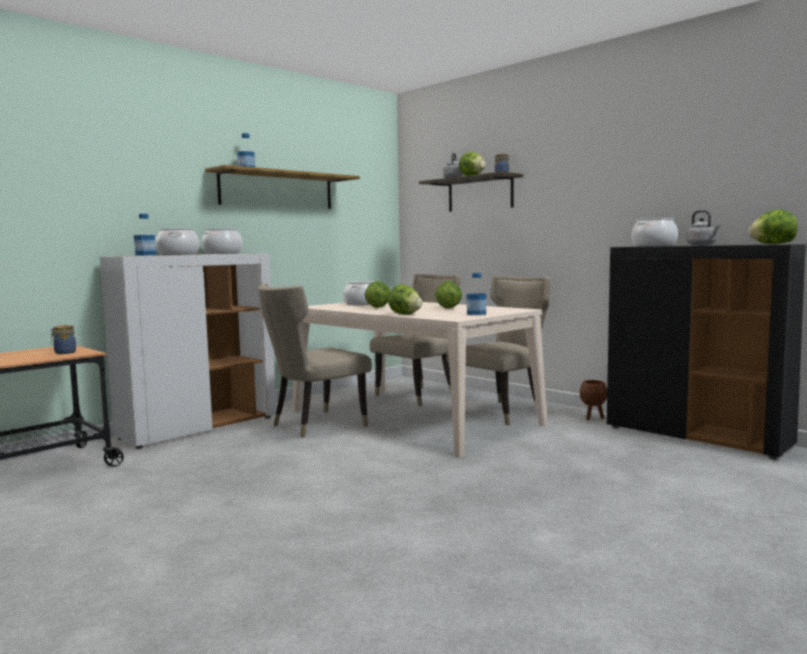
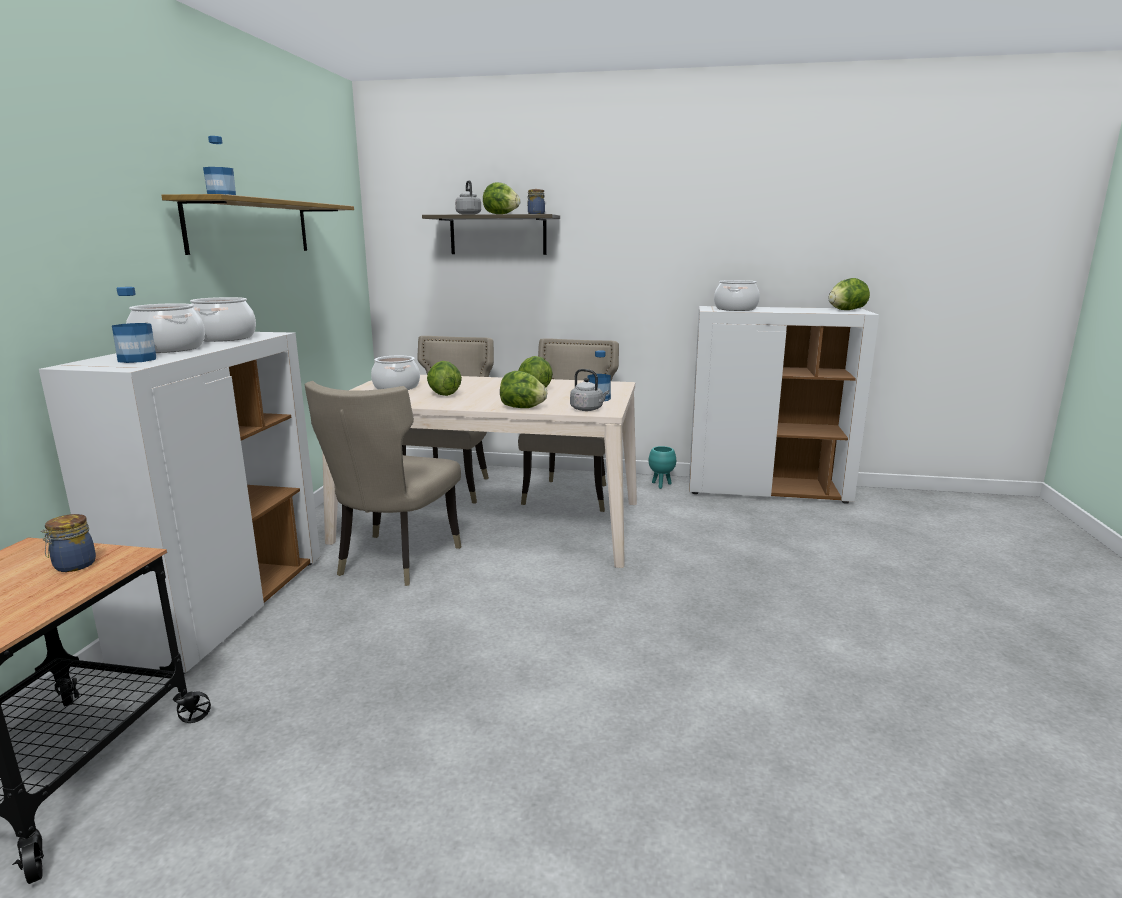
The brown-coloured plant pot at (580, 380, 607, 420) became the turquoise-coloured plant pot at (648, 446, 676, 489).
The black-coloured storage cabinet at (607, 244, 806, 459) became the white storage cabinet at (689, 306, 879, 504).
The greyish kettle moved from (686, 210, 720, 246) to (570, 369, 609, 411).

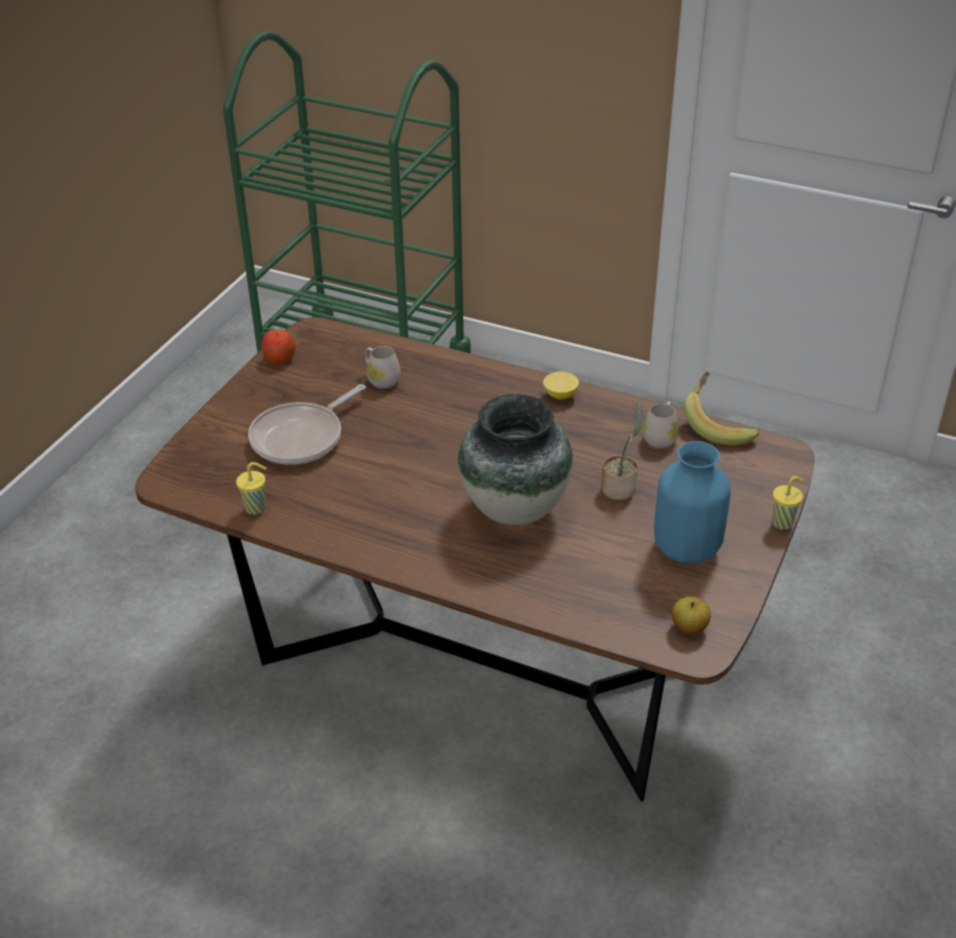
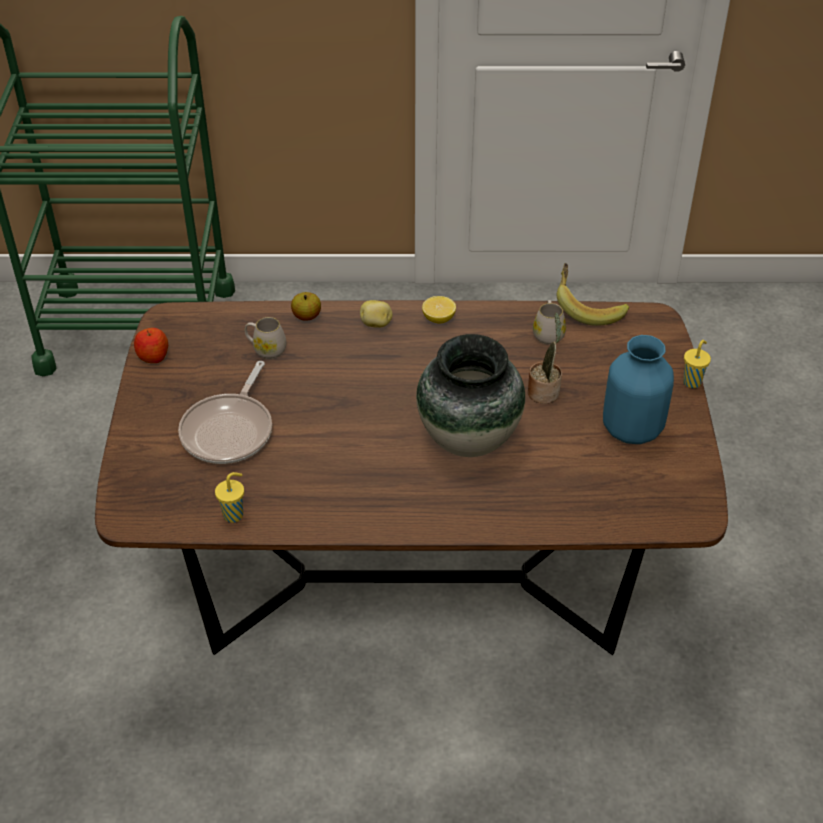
The apple fruit moved from (672, 597, 711, 634) to (291, 292, 321, 321).
The potato at (360, 300, 393, 328) appeared.

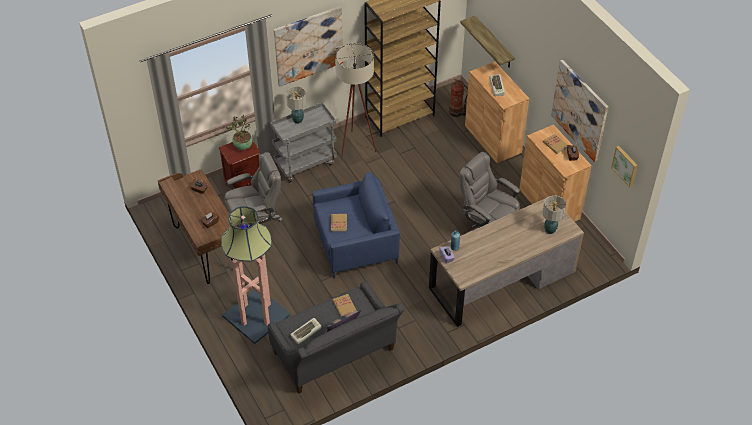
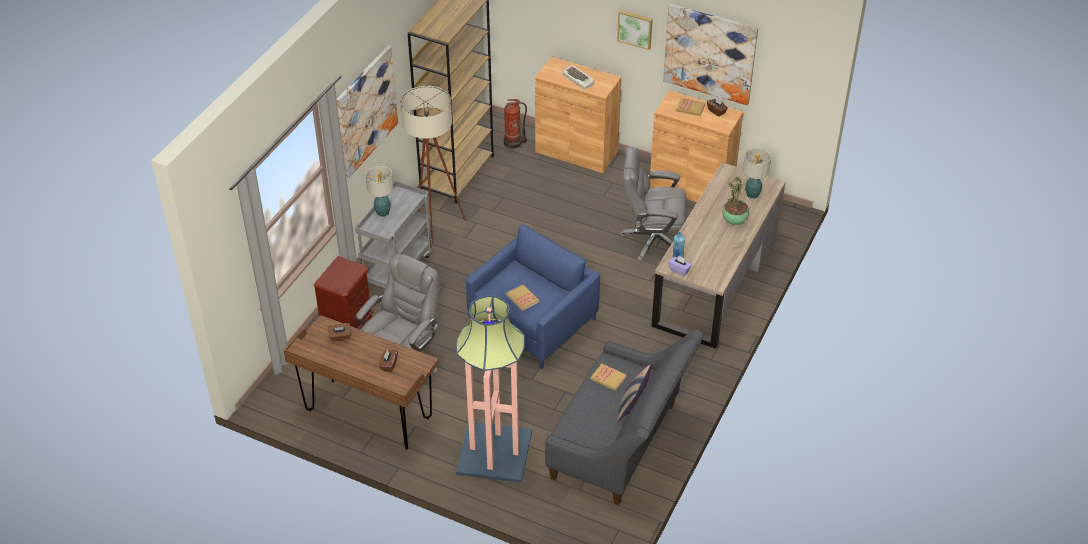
The houseplant moved from (226, 115, 252, 150) to (722, 176, 749, 225).
The PC keyboard at (290, 318, 322, 344) disappeared.
The wall shelf at (460, 16, 515, 68) disappeared.
The picture moved from (611, 146, 638, 187) to (617, 10, 652, 50).

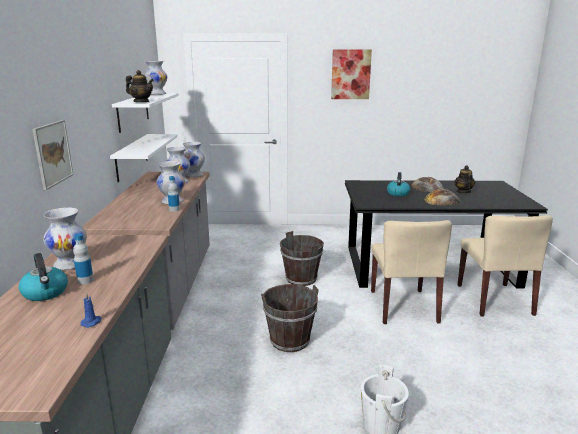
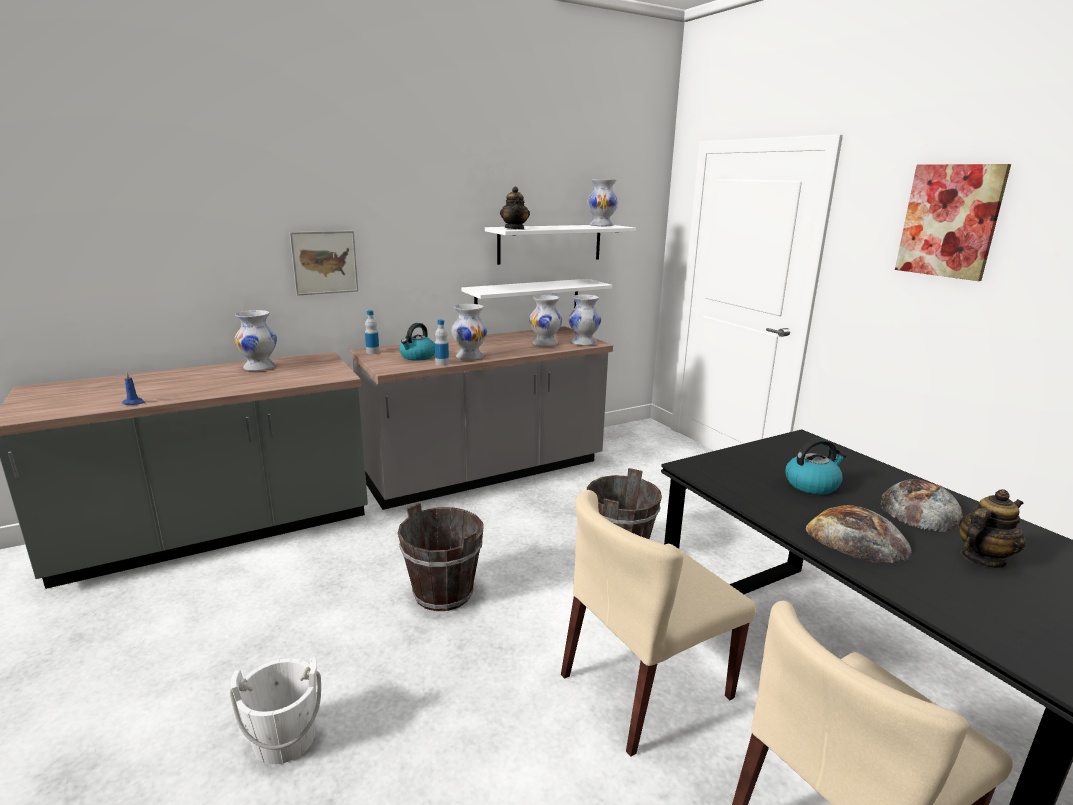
The kettle moved from (19, 253, 68, 301) to (399, 323, 435, 361).
The beverage bottle moved from (73, 234, 94, 285) to (365, 310, 379, 354).

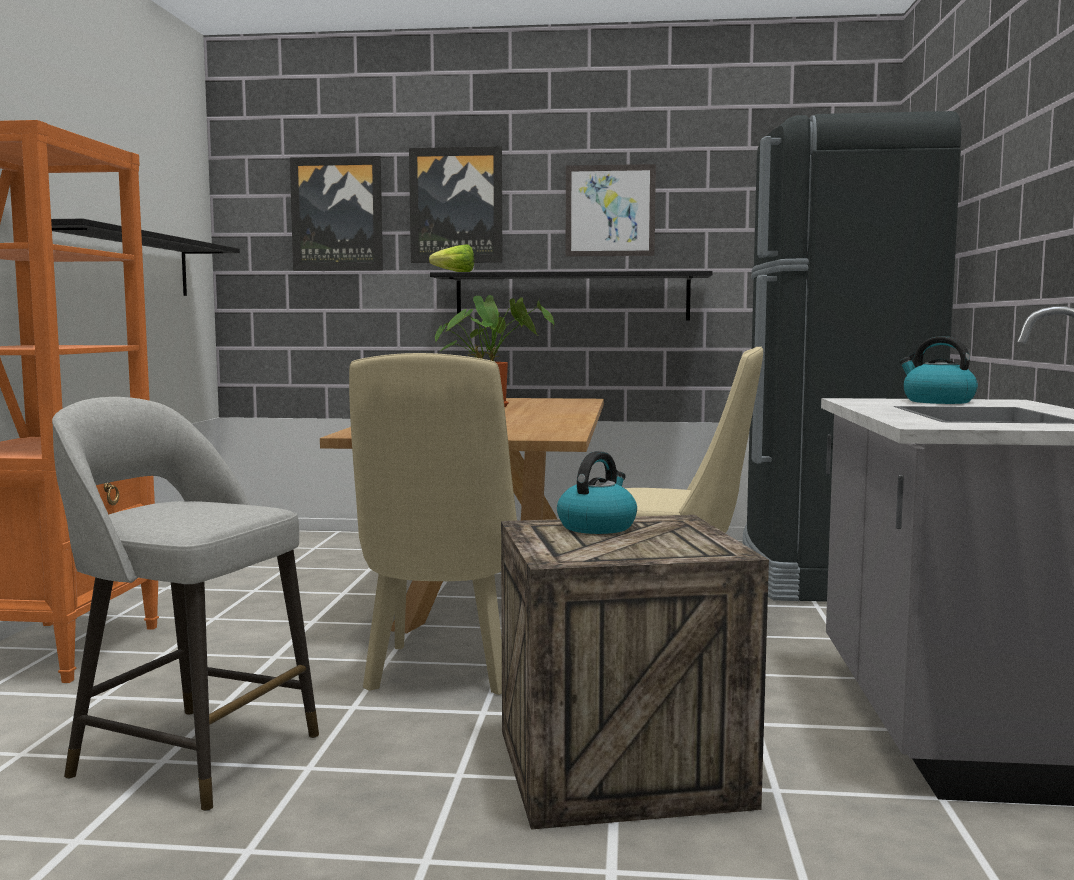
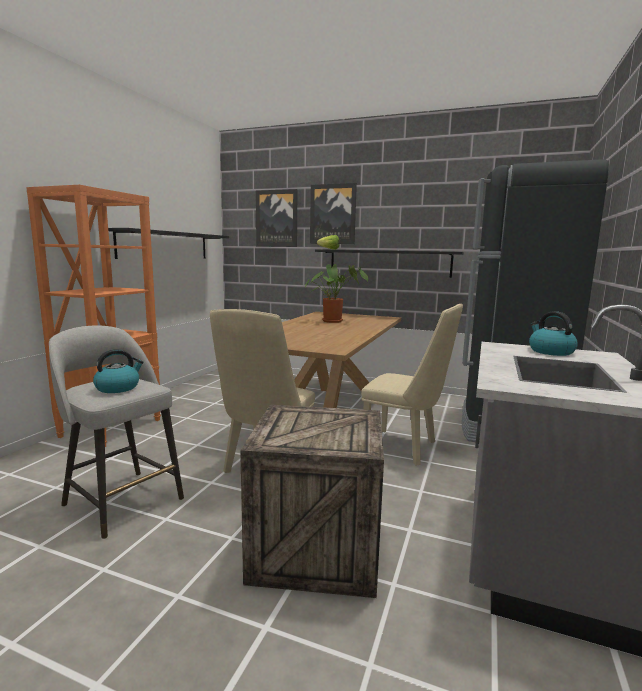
The kettle moved from (557, 451, 637, 534) to (93, 349, 144, 393).
The picture at (566, 164, 656, 256) disappeared.

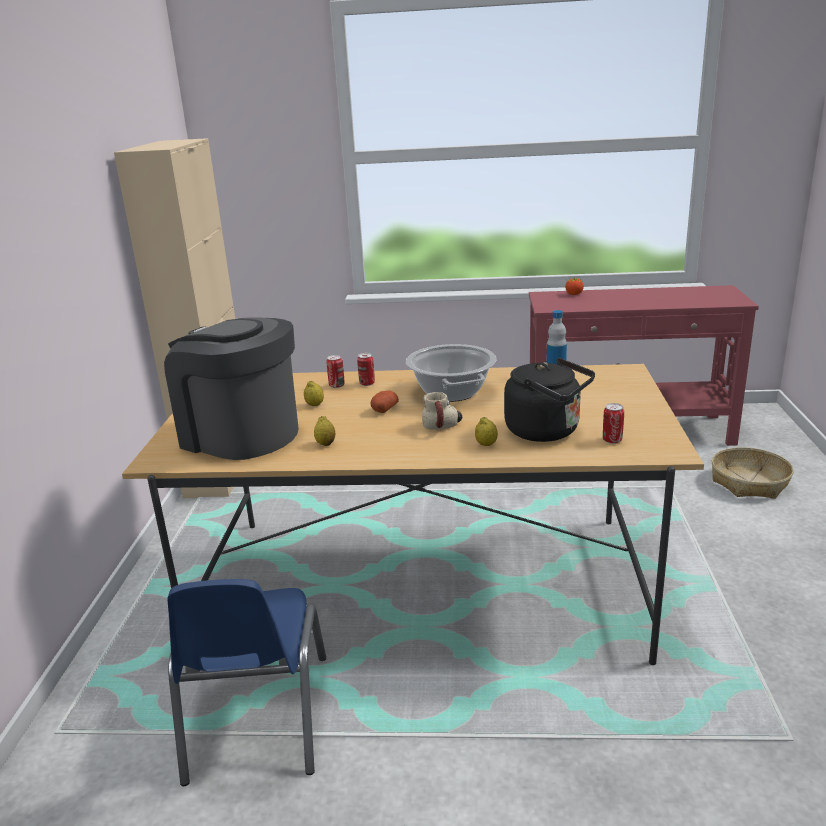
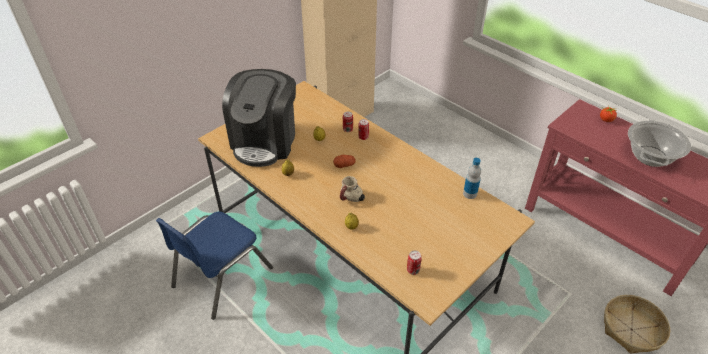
The coffee brewer at (164, 317, 299, 460) turned 150 degrees counterclockwise.
The cooking pot moved from (406, 344, 497, 402) to (628, 120, 691, 167).
The black-coloured kettle at (504, 358, 595, 442) disappeared.

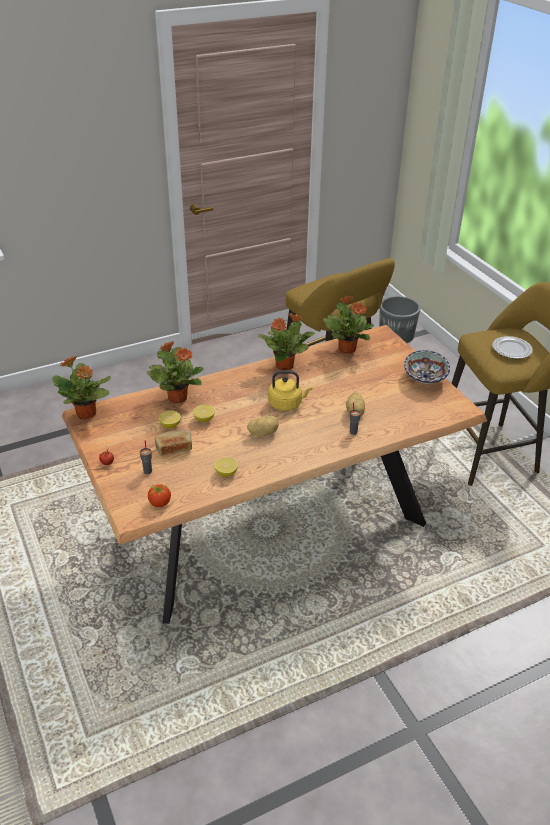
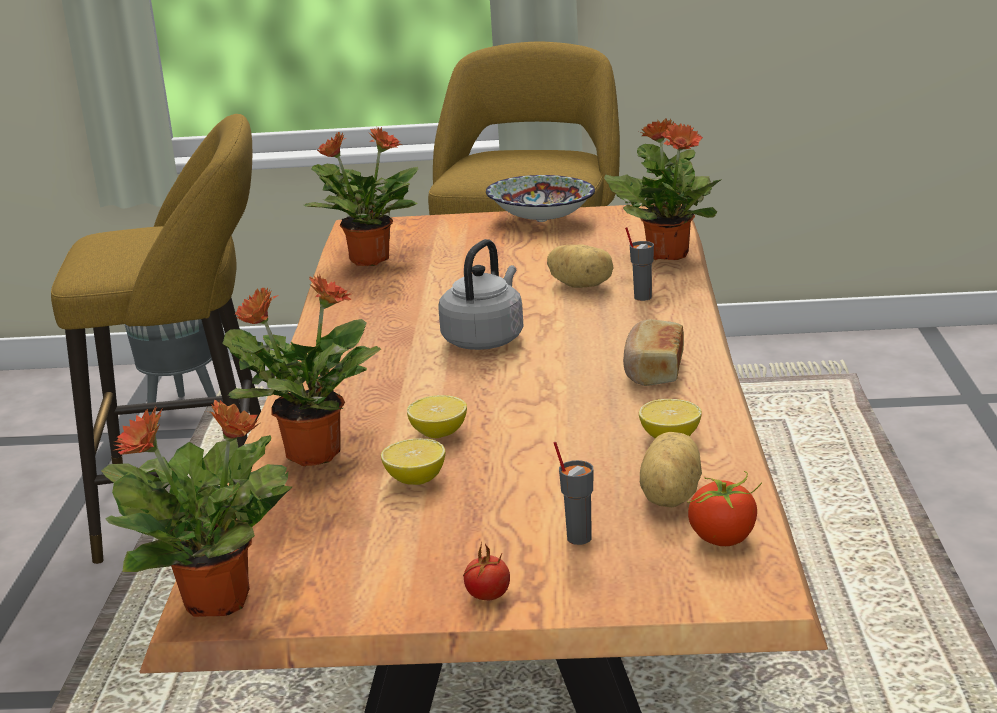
The bread moved from (155, 430, 192, 456) to (623, 319, 684, 386).
The potato moved from (247, 416, 279, 436) to (640, 432, 702, 507).
The houseplant moved from (258, 313, 315, 371) to (604, 118, 722, 260).
The yellow-coloured kettle at (268, 371, 313, 411) became the greyish kettle at (439, 239, 523, 350).
The dinner plate at (492, 336, 533, 359) disappeared.

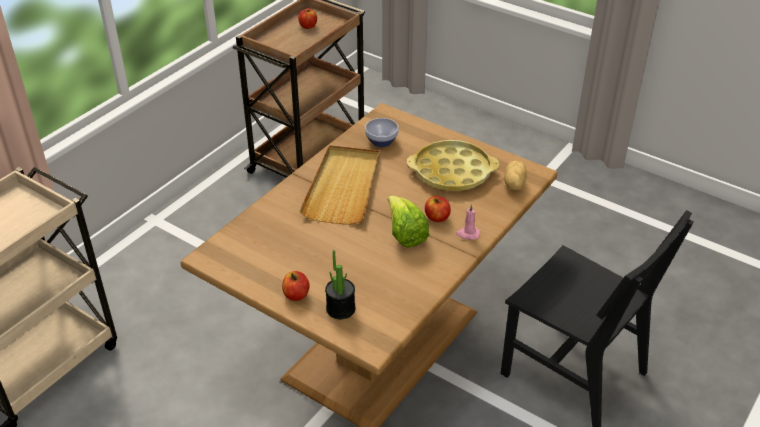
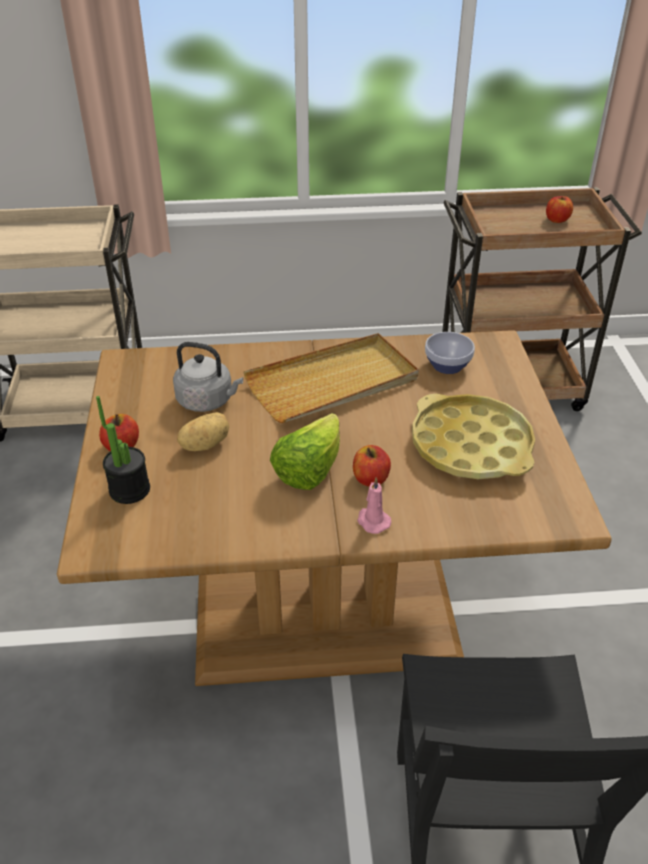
The potato moved from (504, 161, 527, 190) to (177, 412, 229, 451).
The greyish kettle at (173, 342, 243, 412) appeared.

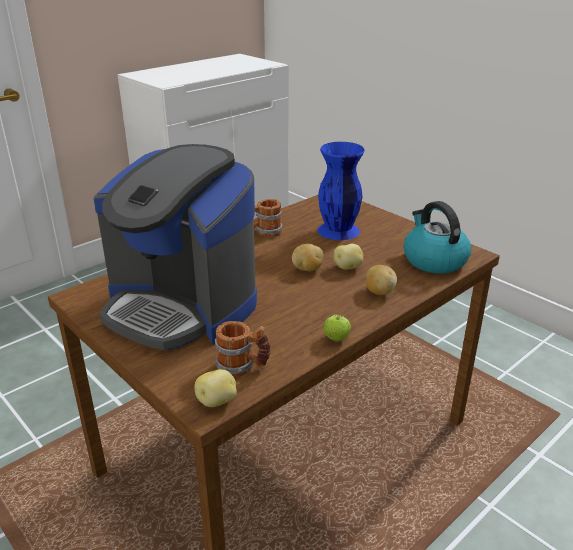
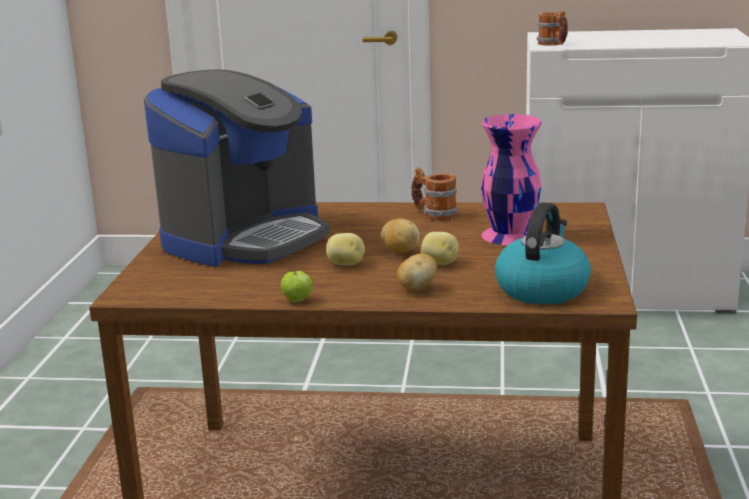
The coffee brewer at (93, 144, 257, 350) turned 135 degrees counterclockwise.
The potato moved from (195, 369, 237, 407) to (326, 233, 365, 266).
The coffee mug moved from (215, 321, 271, 377) to (537, 10, 568, 46).
The bluish decorative vase at (318, 142, 365, 240) became the pinkish decorative vase at (481, 114, 542, 245).

